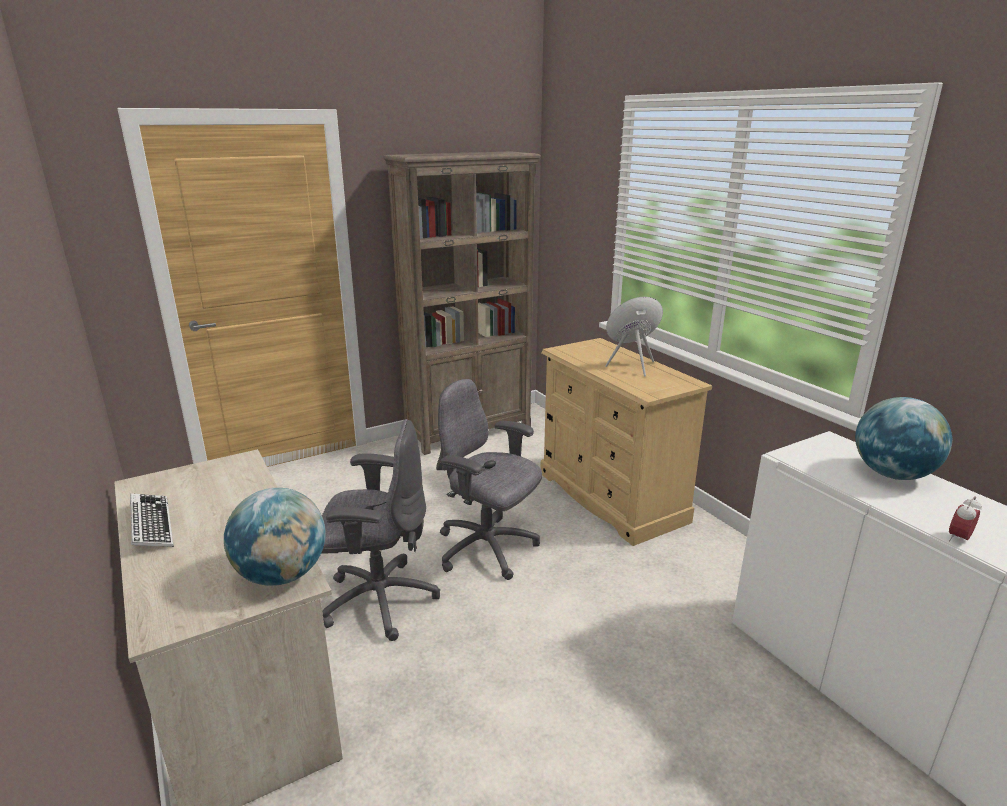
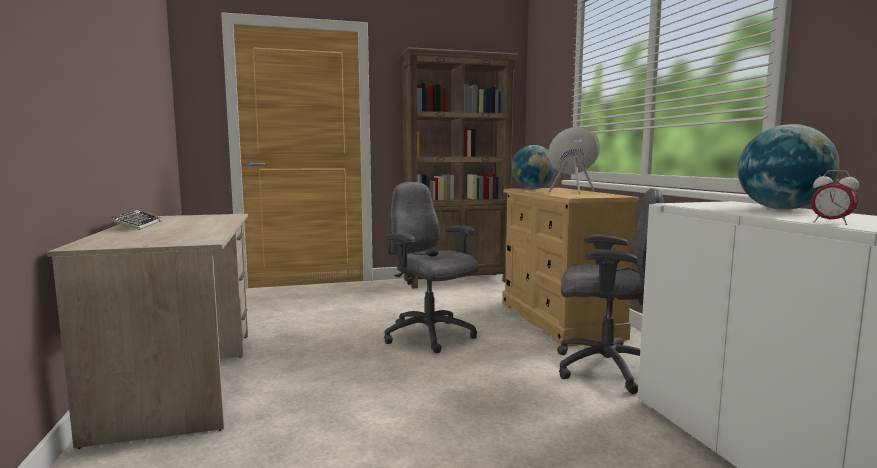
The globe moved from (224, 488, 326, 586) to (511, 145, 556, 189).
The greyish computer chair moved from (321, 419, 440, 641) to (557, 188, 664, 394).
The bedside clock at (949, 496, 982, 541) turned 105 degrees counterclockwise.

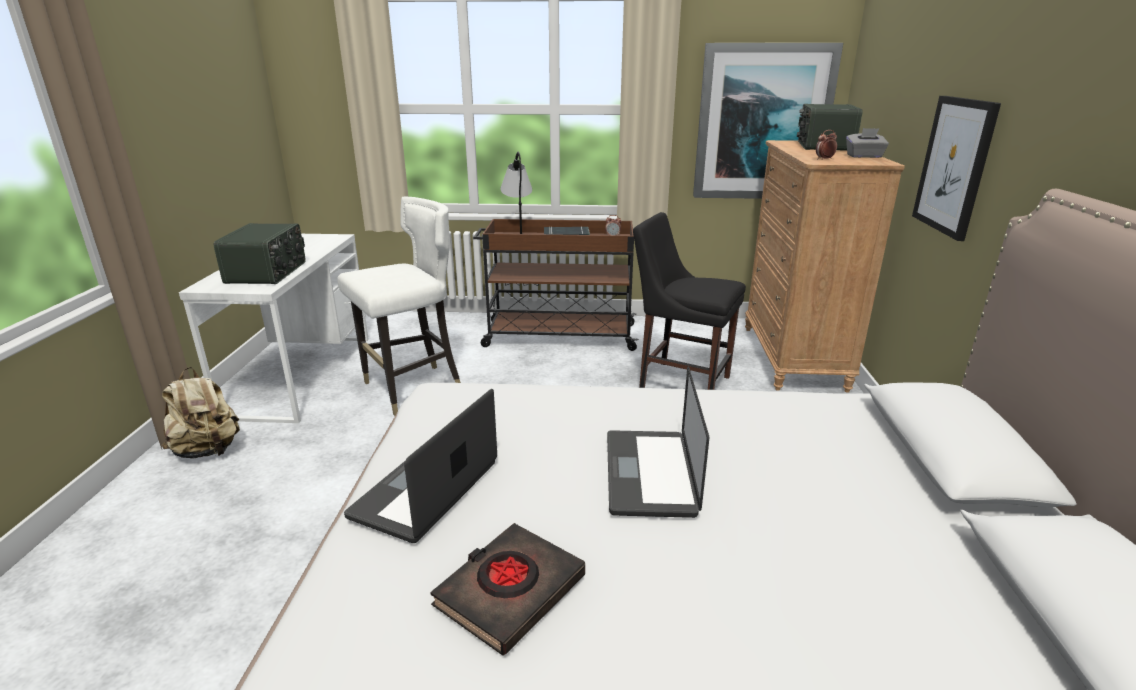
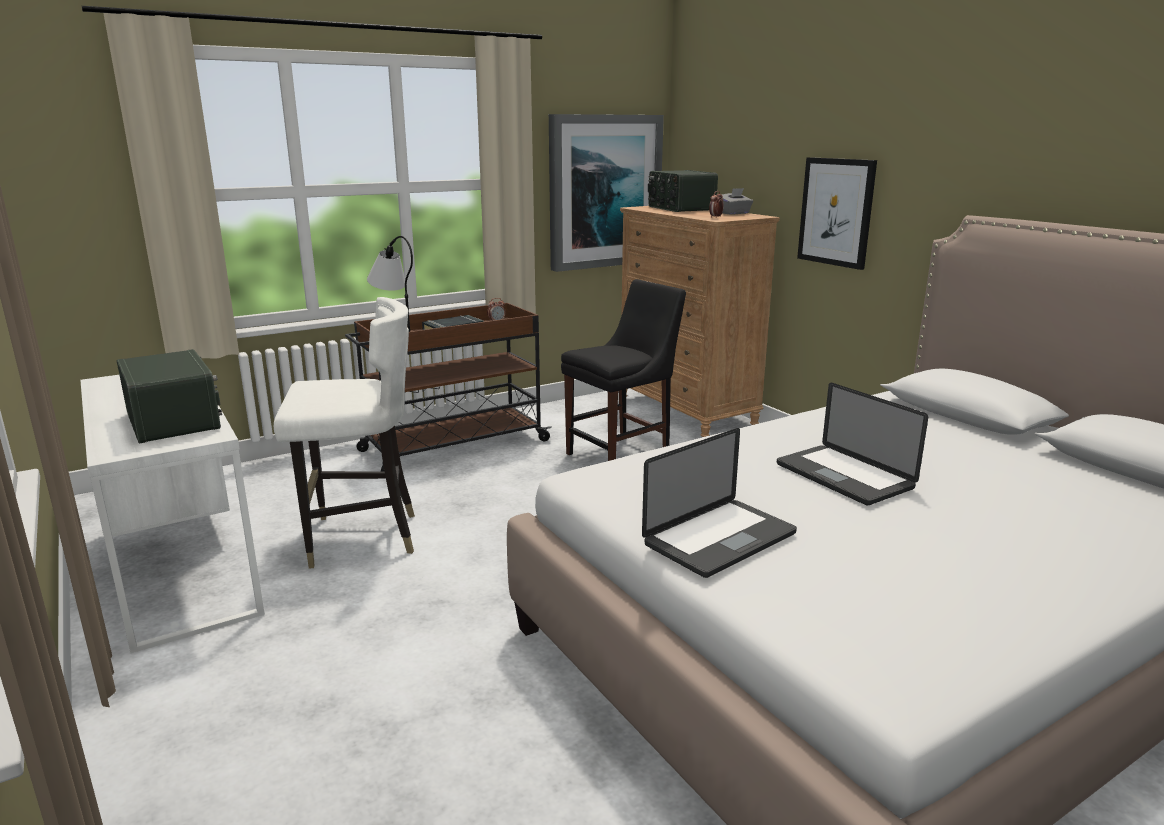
The beige-coloured knapsack at (161, 367, 240, 458) disappeared.
The white plain chair at (337, 197, 461, 416) turned 60 degrees clockwise.
The laptop at (344, 389, 497, 543) turned 120 degrees counterclockwise.
The black-coloured book at (430, 523, 585, 656) disappeared.
The black-coloured plain chair at (633, 212, 746, 390) turned 150 degrees clockwise.

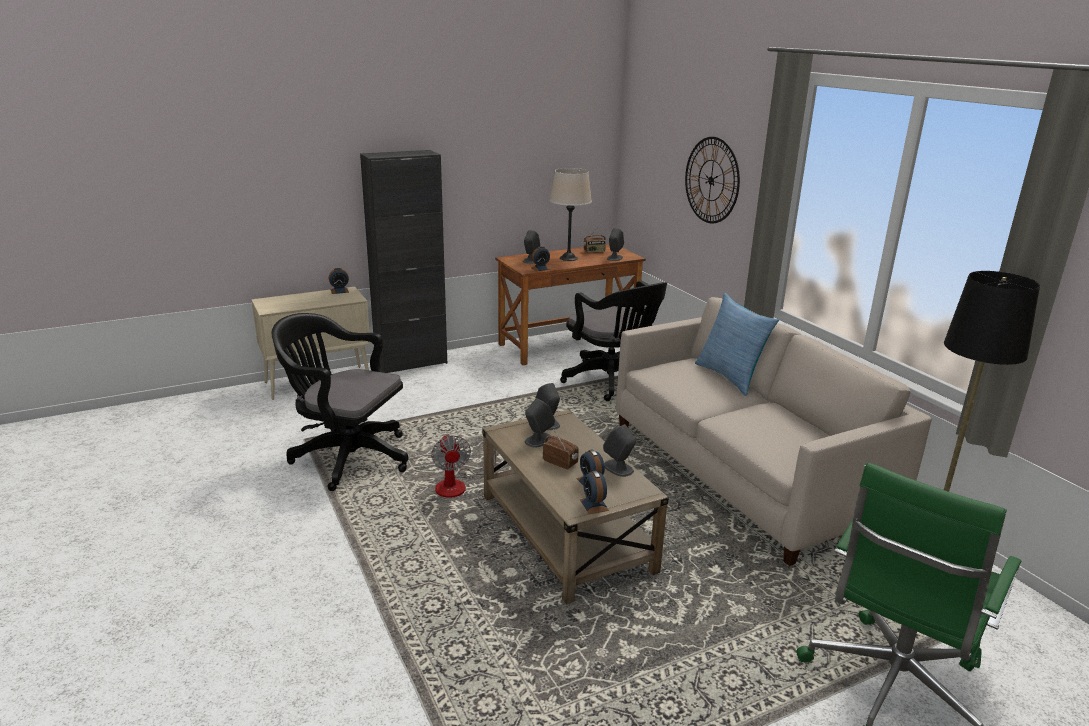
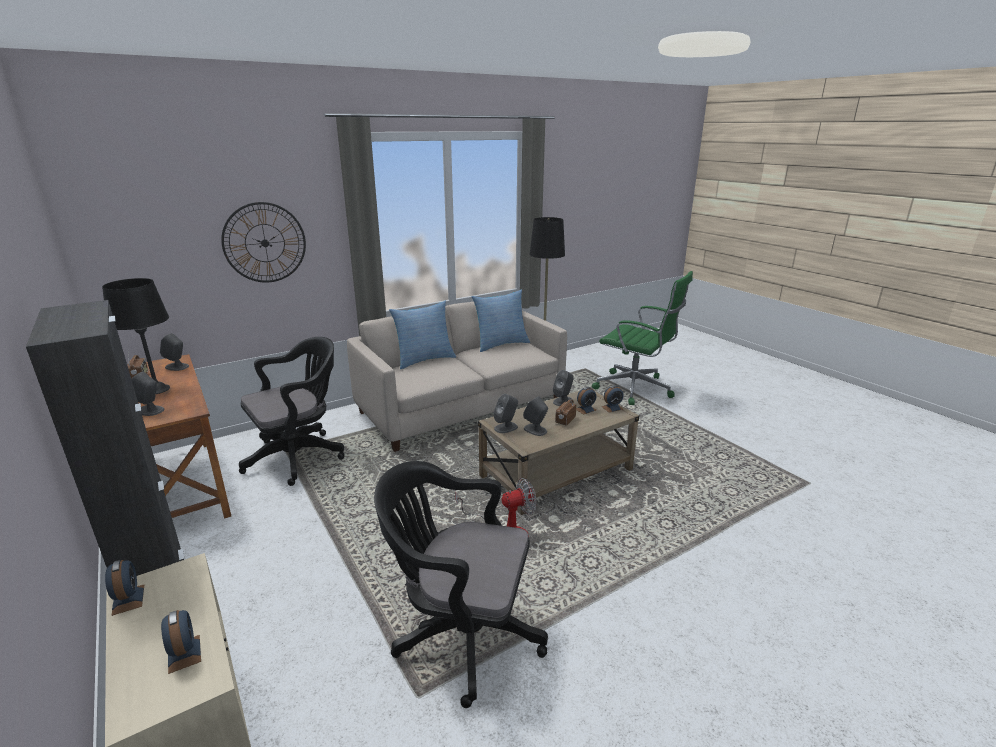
The black-coloured computer chair at (272, 313, 408, 491) turned 90 degrees clockwise.
The bedside clock moved from (531, 246, 550, 271) to (161, 610, 201, 674).
The beige-coloured tabletop lamp at (550, 168, 592, 261) became the black-coloured tabletop lamp at (102, 278, 170, 394).
The throw pillow at (471, 289, 530, 352) appeared.

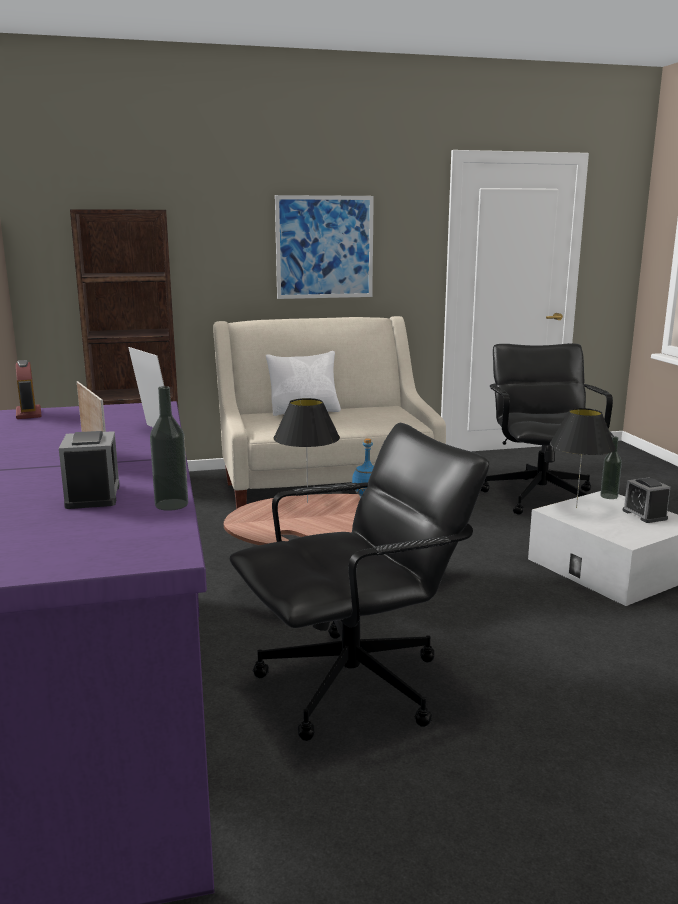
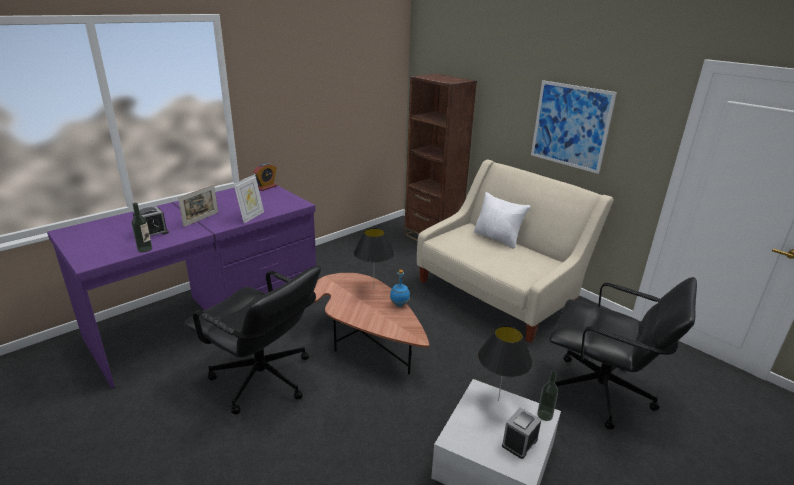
The black-coloured computer chair at (481, 343, 614, 515) turned 60 degrees clockwise.

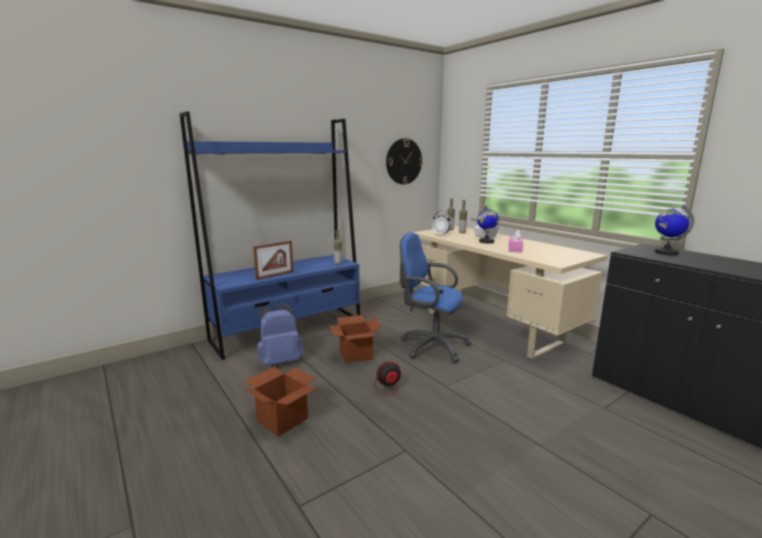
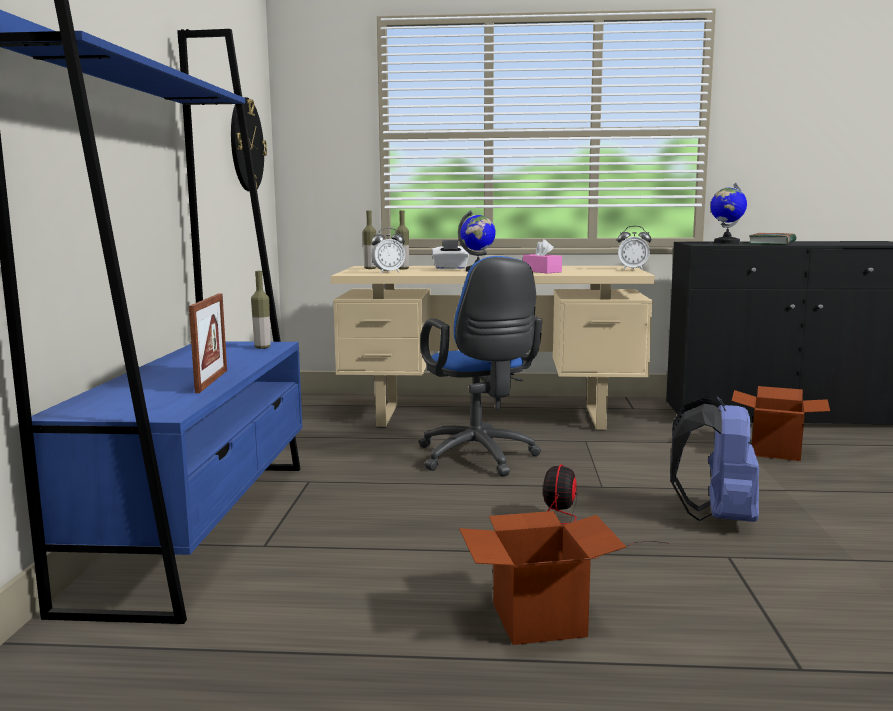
The bluish knapsack moved from (257, 303, 303, 366) to (671, 395, 759, 522).
The cardboard box moved from (329, 315, 382, 363) to (732, 386, 830, 461).
The bluish computer chair at (400, 232, 472, 363) turned 90 degrees counterclockwise.
The bedside clock at (617, 226, 651, 270) appeared.
The book at (749, 233, 796, 244) appeared.

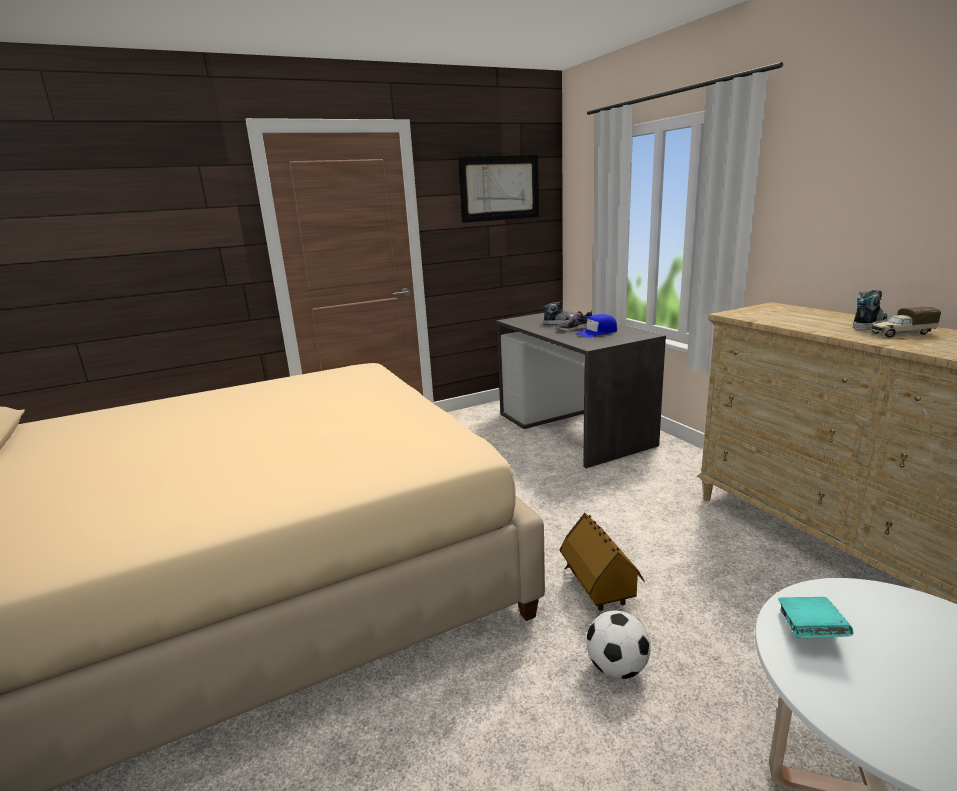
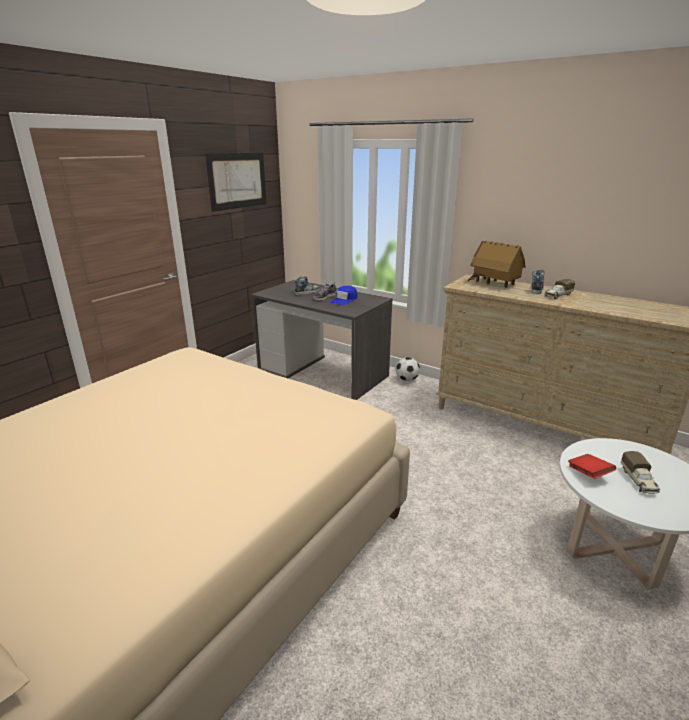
The toy house moved from (560, 513, 645, 611) to (468, 241, 525, 288).
The ball for football moved from (586, 610, 651, 679) to (396, 357, 420, 381).
The turquoise-coloured book at (778, 597, 853, 638) became the red-coloured book at (568, 454, 616, 479).
The toy lorry at (621, 451, 660, 494) appeared.

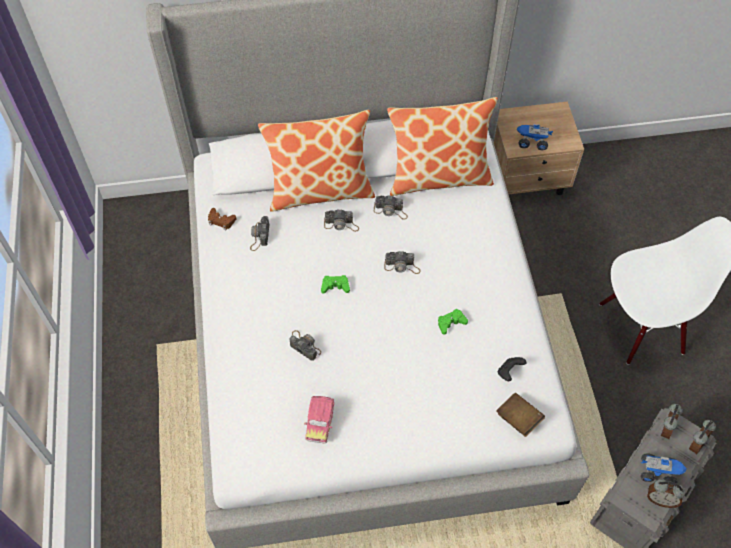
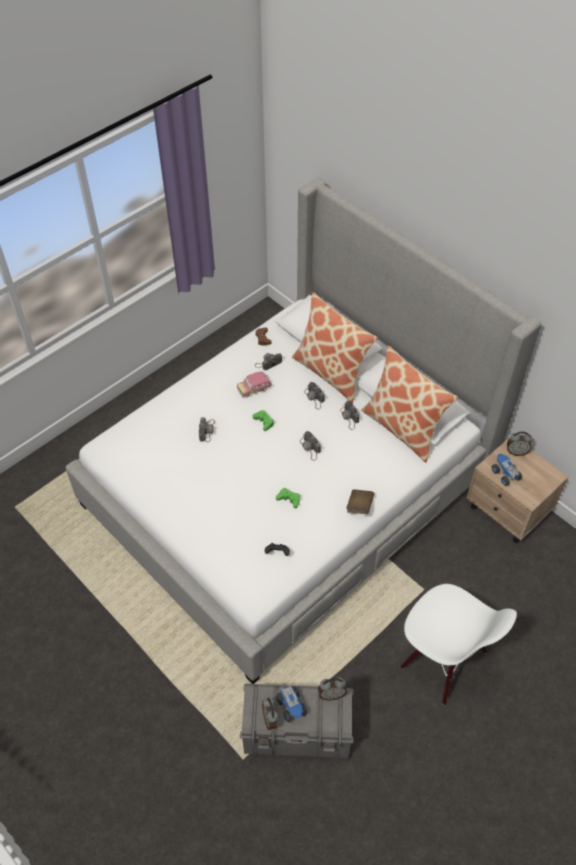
The toy car moved from (304, 396, 334, 443) to (237, 371, 272, 398).
The brown-coloured book moved from (496, 393, 545, 437) to (346, 489, 374, 514).
The bedside clock moved from (689, 420, 716, 454) to (507, 432, 533, 456).

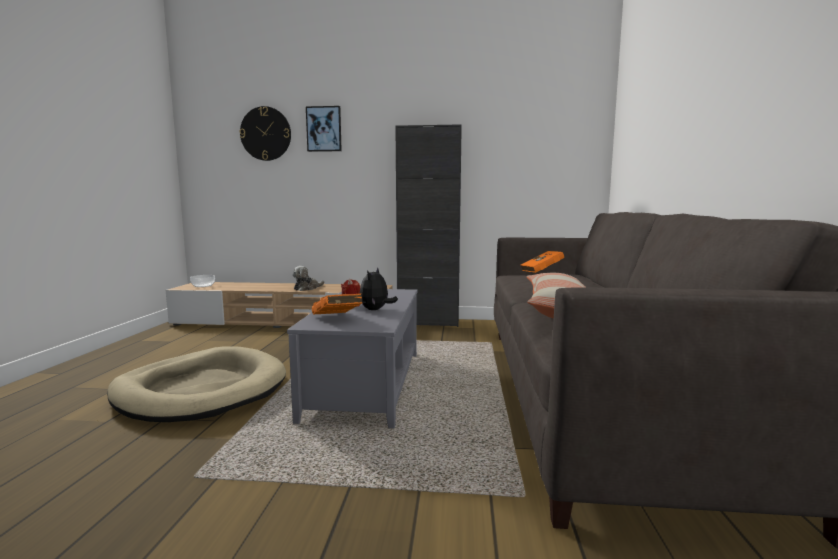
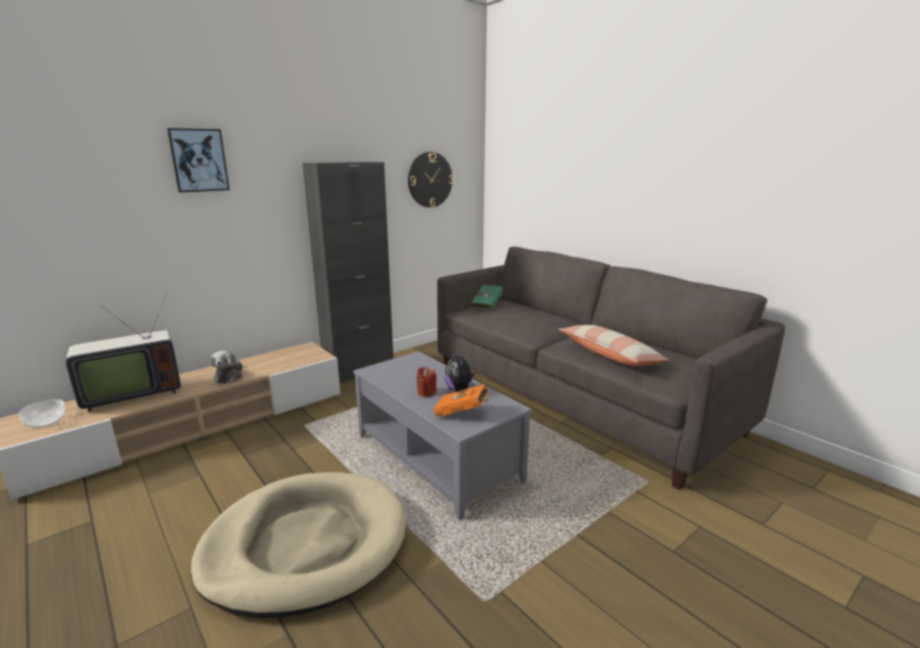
The hanging clock moved from (239, 106, 291, 161) to (408, 152, 453, 208).
The orange-coloured book at (521, 251, 564, 273) became the greenish book at (472, 285, 503, 309).
The television at (66, 293, 181, 412) appeared.

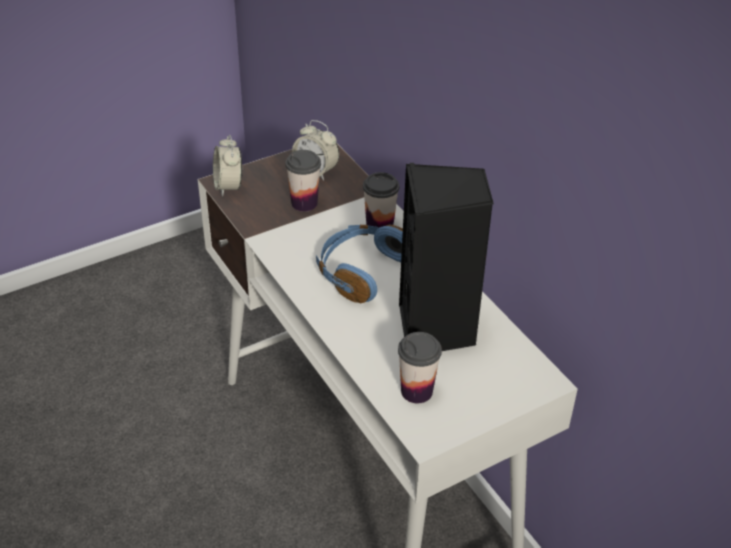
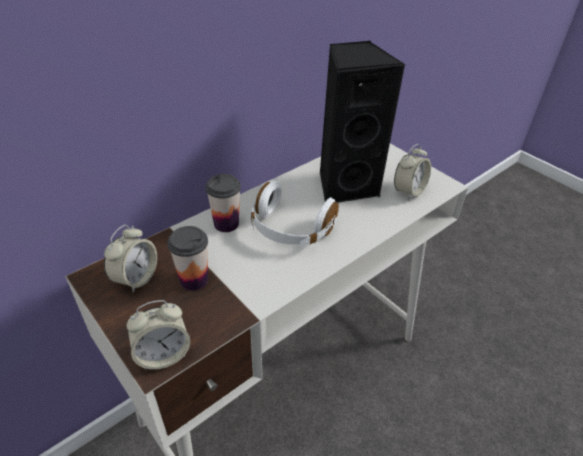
The bluish headset at (316, 225, 403, 303) became the white headset at (251, 181, 339, 247).
The cup at (398, 332, 442, 403) was replaced by the bedside clock at (394, 144, 431, 200).

